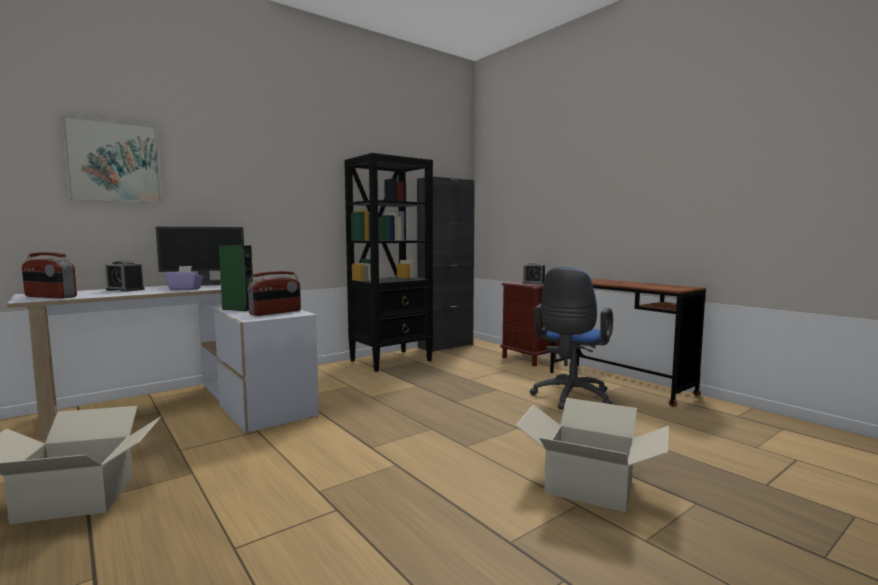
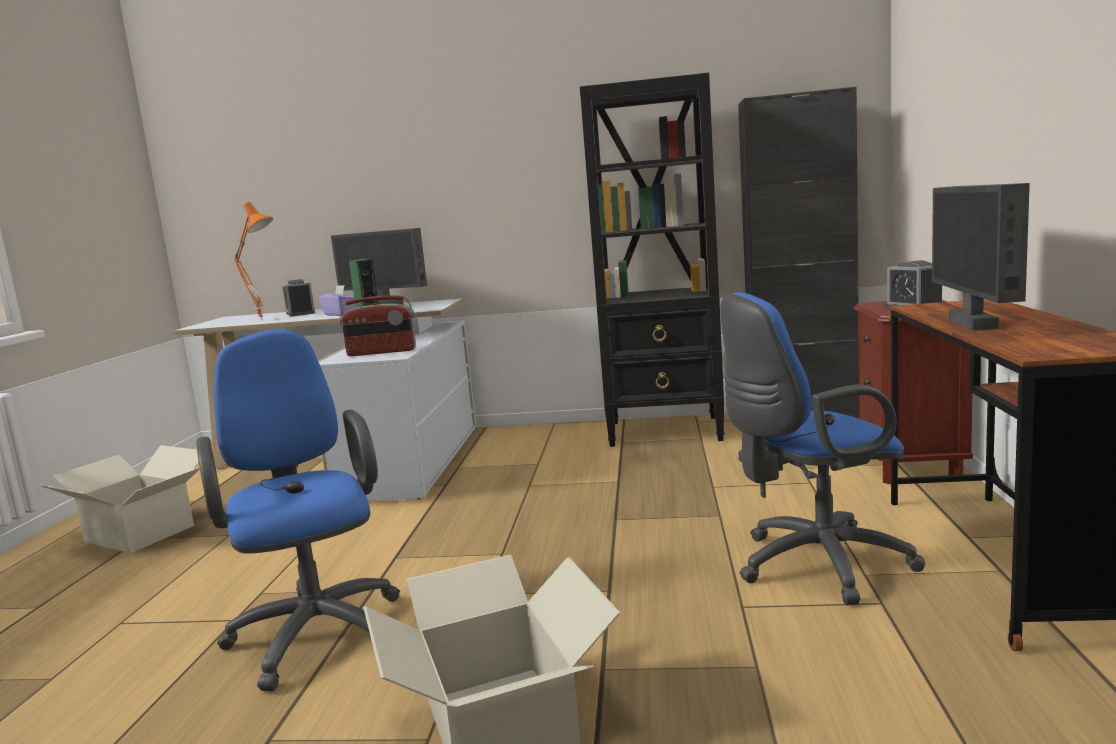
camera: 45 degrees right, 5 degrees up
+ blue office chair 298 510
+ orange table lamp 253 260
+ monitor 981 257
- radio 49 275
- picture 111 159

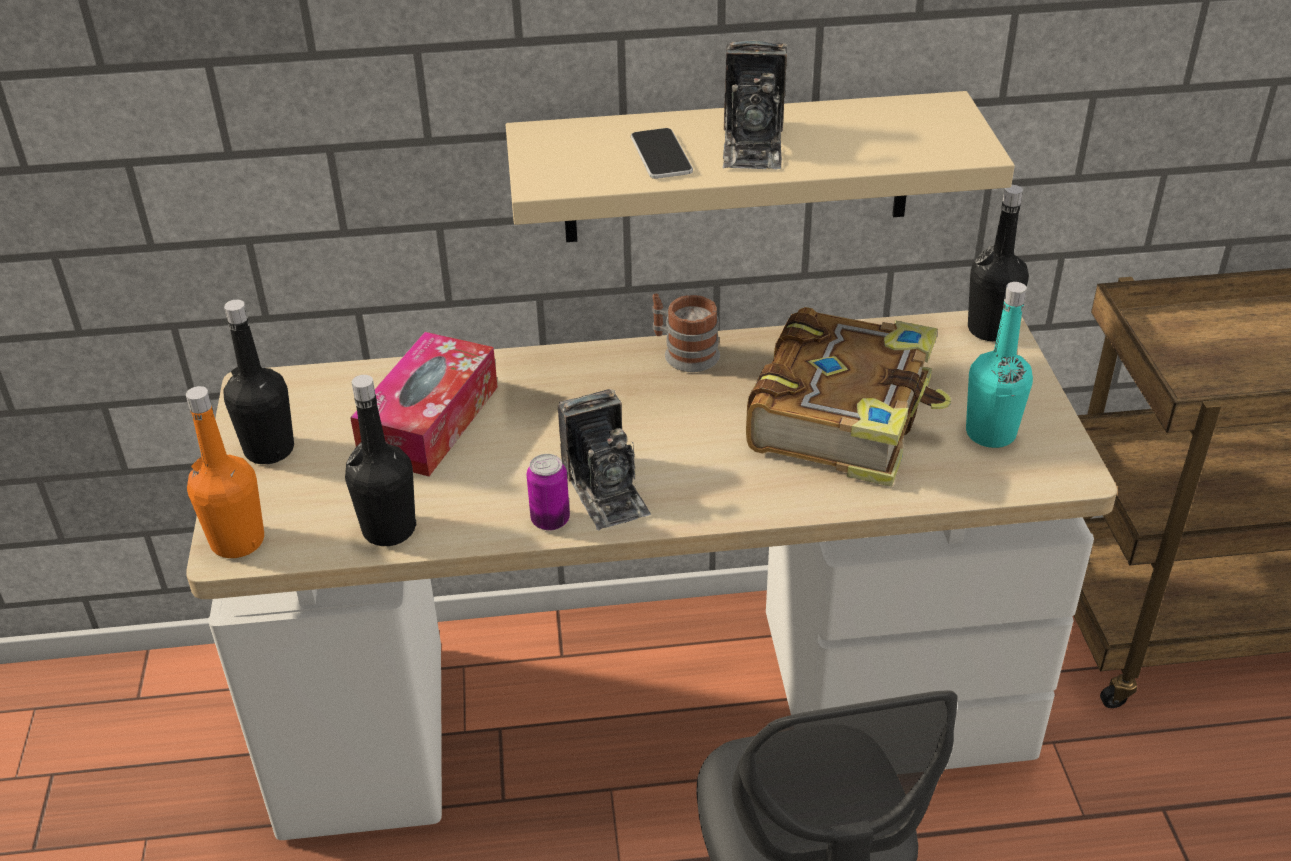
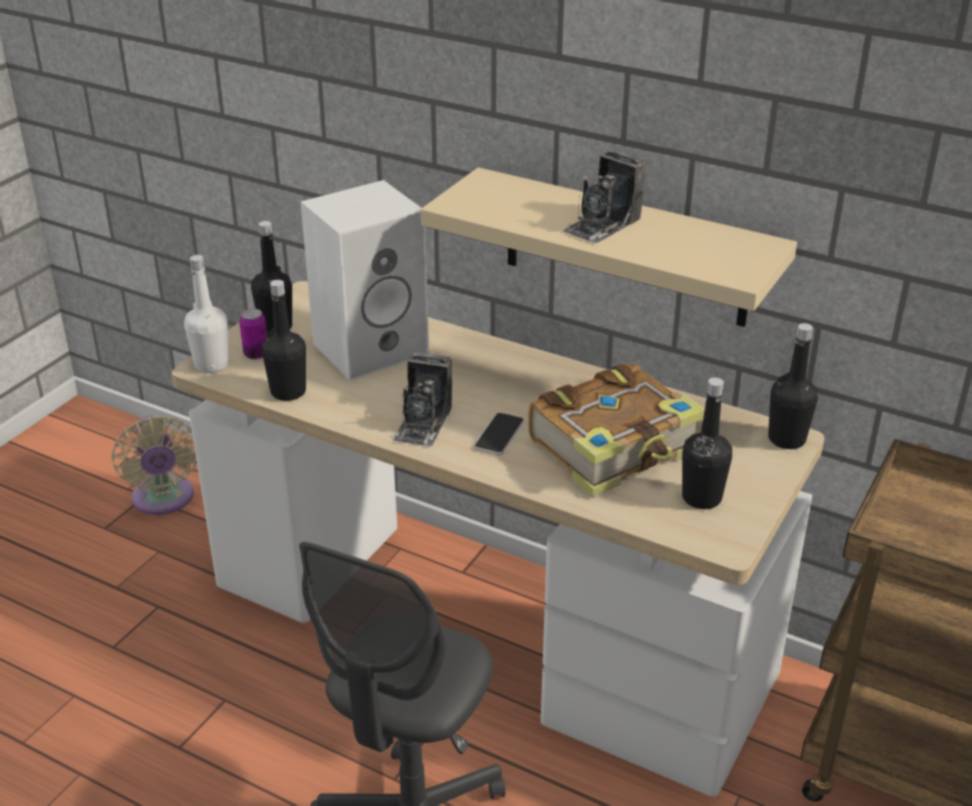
camera: 35 degrees right, 5 degrees down
+ beige fan 154 465
~ orange bottle 225 472 to white bottle 206 314
~ can 548 492 to 253 334
~ tissue box 424 404 to white speaker 365 280
~ phone 662 153 to 499 434
~ turquoise bottle 999 365 to black bottle 707 443
- mug 686 333

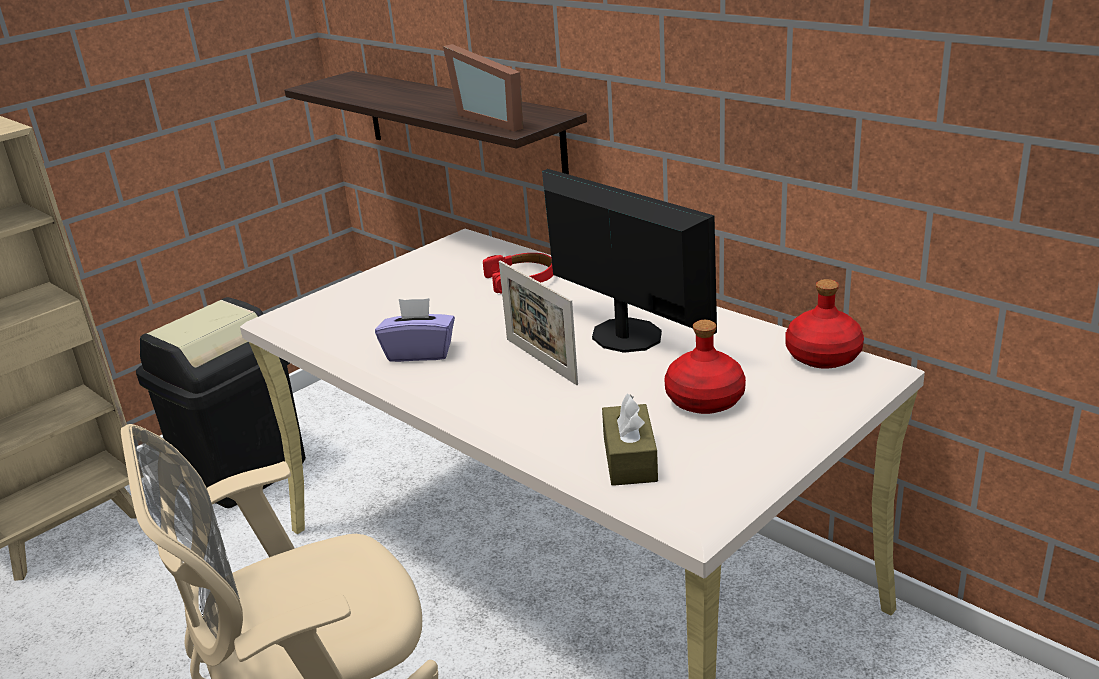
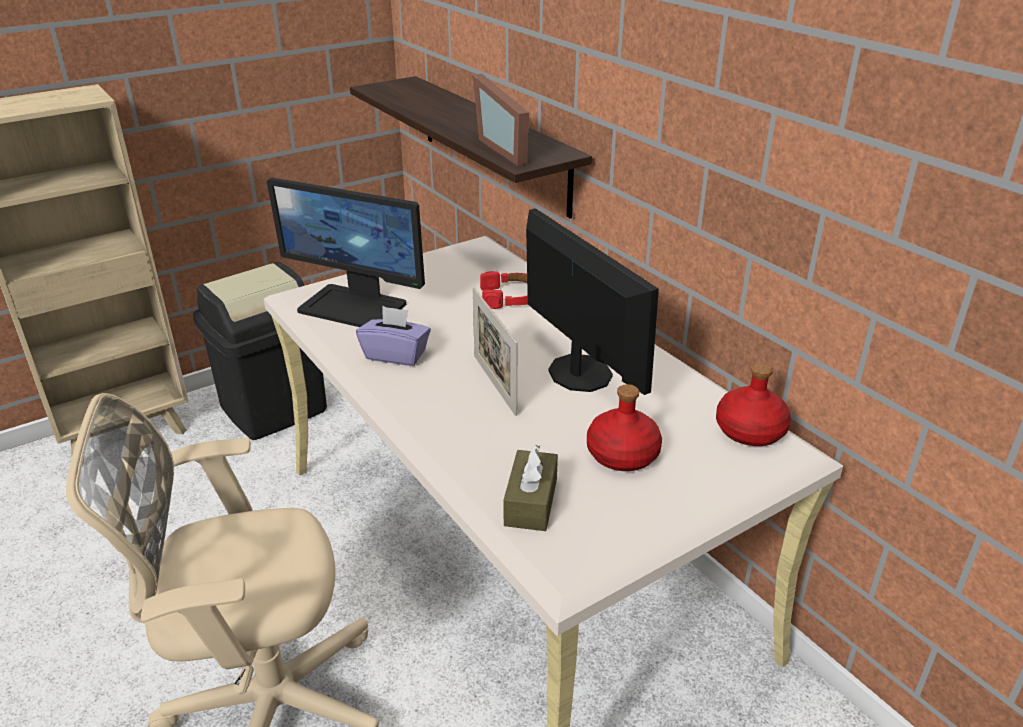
camera: 10 degrees right, 5 degrees up
+ monitor 346 252

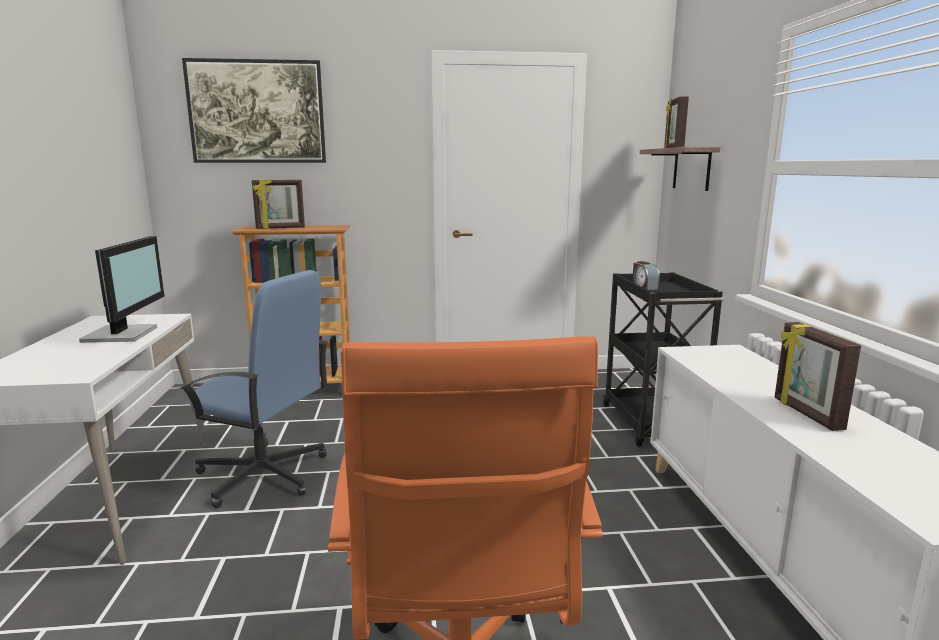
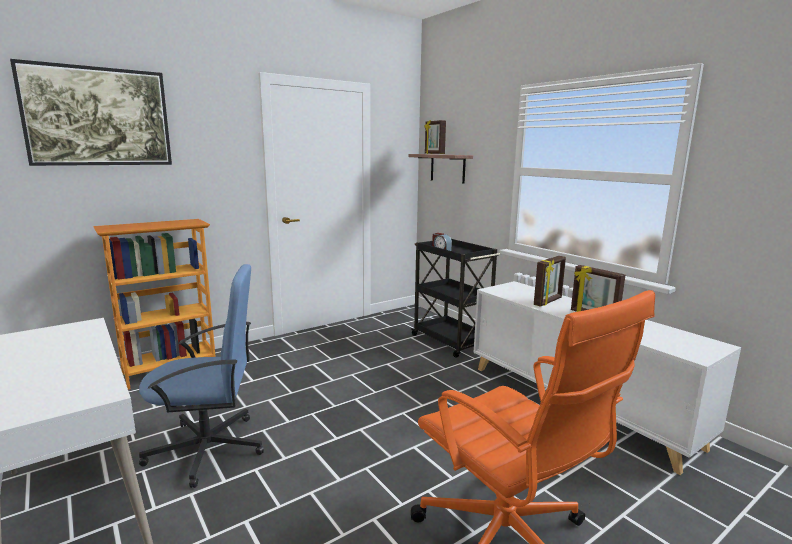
camera: 30 degrees left, 0 degrees up
~ picture frame 278 203 to 550 281
- monitor 122 289

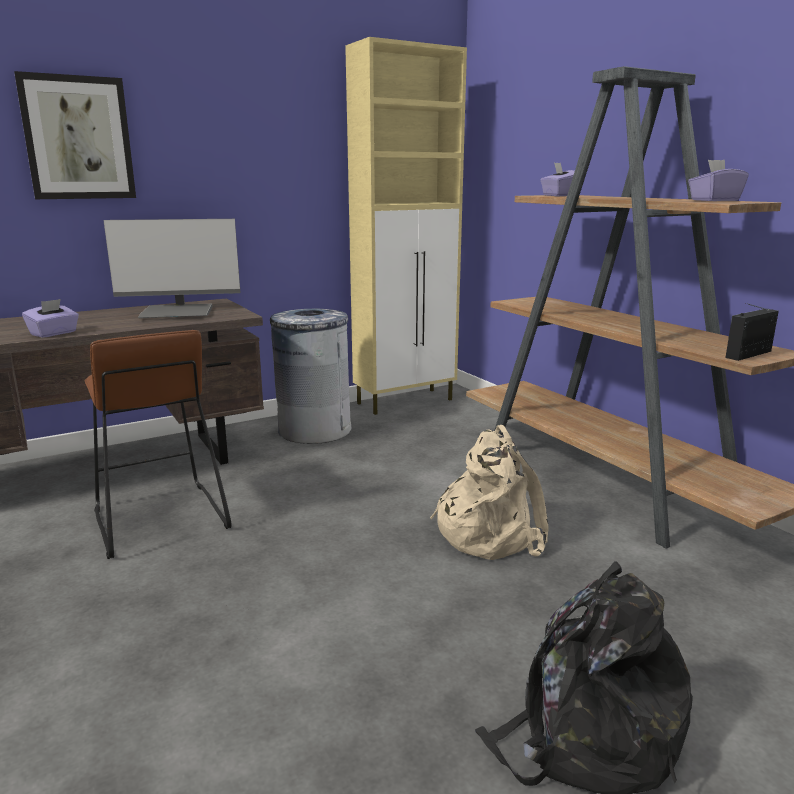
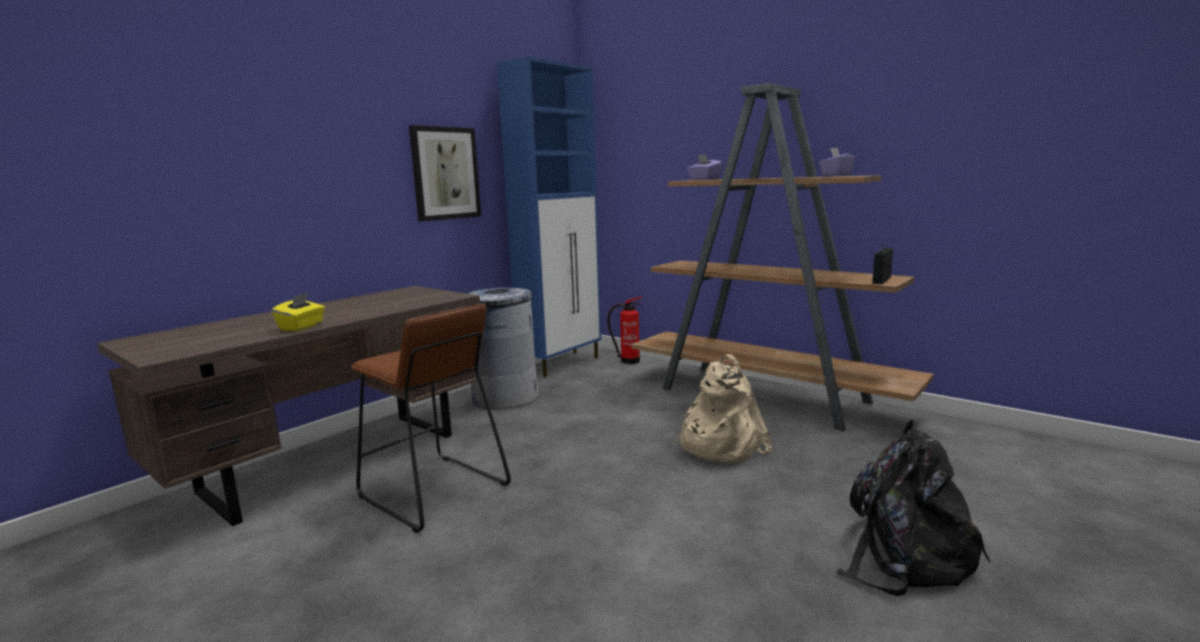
camera: 20 degrees left, 5 degrees down
~ purple tissue box 50 318 to yellow tissue box 298 312
~ picture 75 135 to 445 173
~ beige cabinet 406 226 to blue cabinet 549 217
+ fire extinguisher 624 330
- monitor 172 268

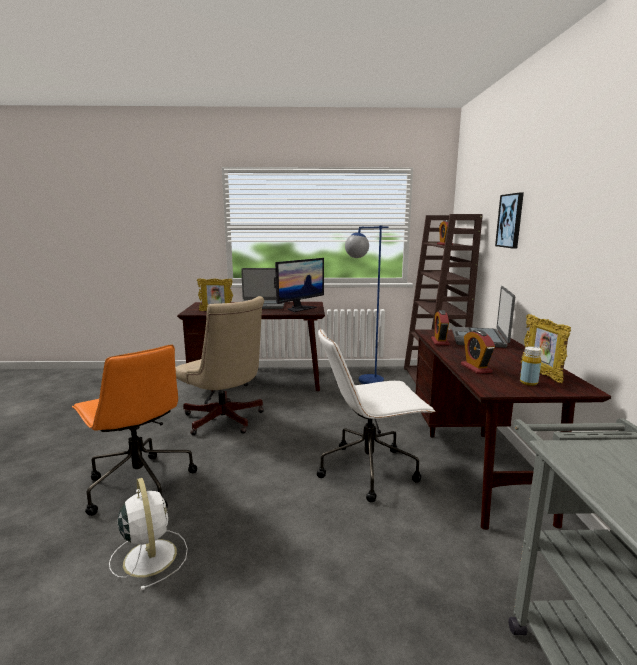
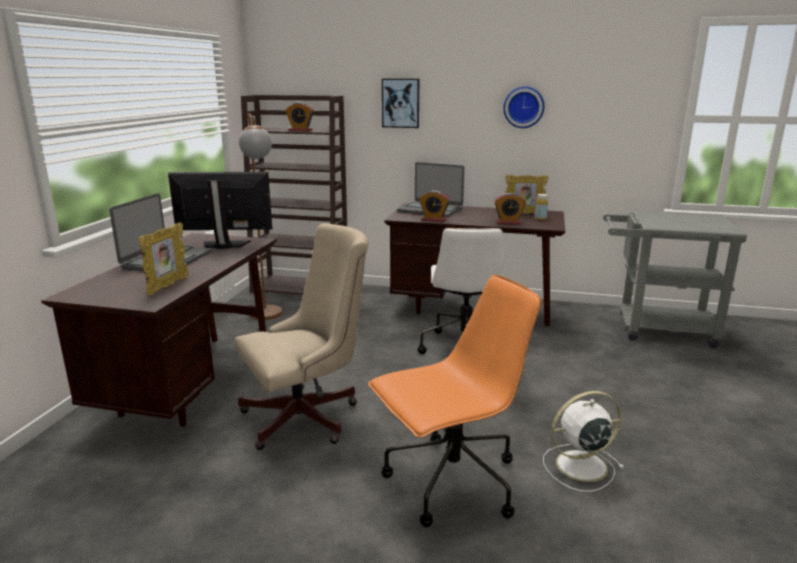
camera: 75 degrees left, 5 degrees up
~ monitor 299 285 = 220 210 60 degrees counterclockwise
~ blue floor lamp 367 304 to brown floor lamp 260 216
+ wall clock 523 107

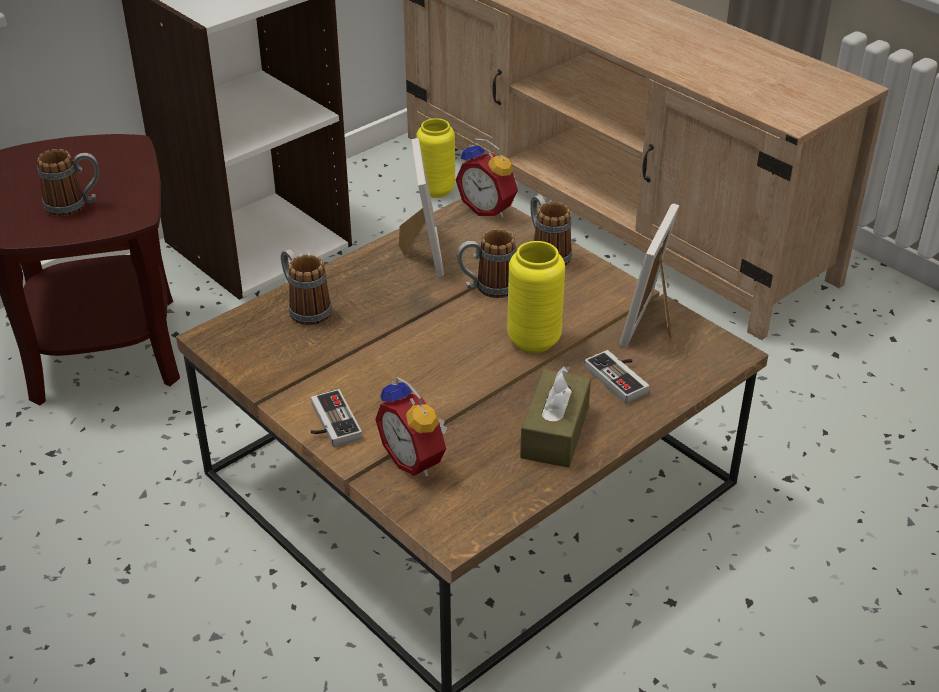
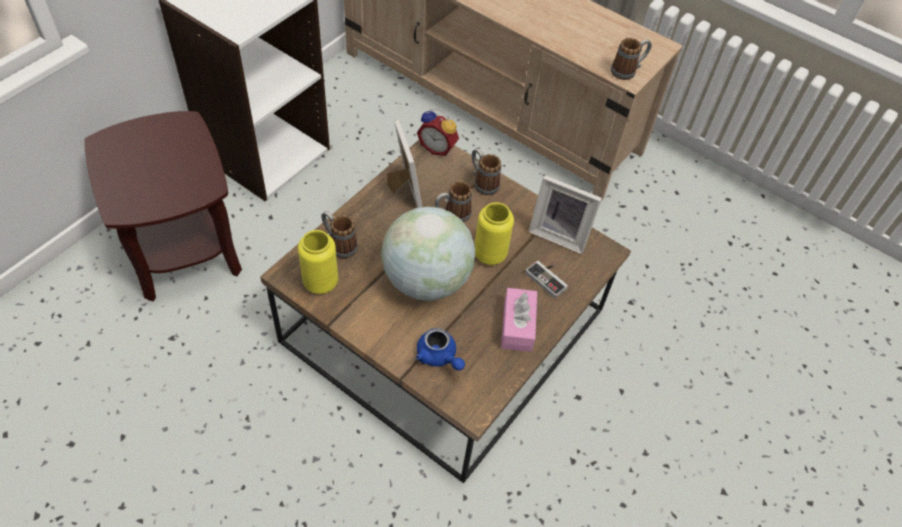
camera: 15 degrees left, 15 degrees up
~ yellow vase 435 158 to 318 262
+ globe 428 254
~ alarm clock 411 427 to blue teapot 440 349
~ brown tissue box 555 417 to pink tissue box 519 320
~ picture frame 649 275 = 565 214 75 degrees counterclockwise
~ mug 68 183 to 631 59
- game controller 336 418

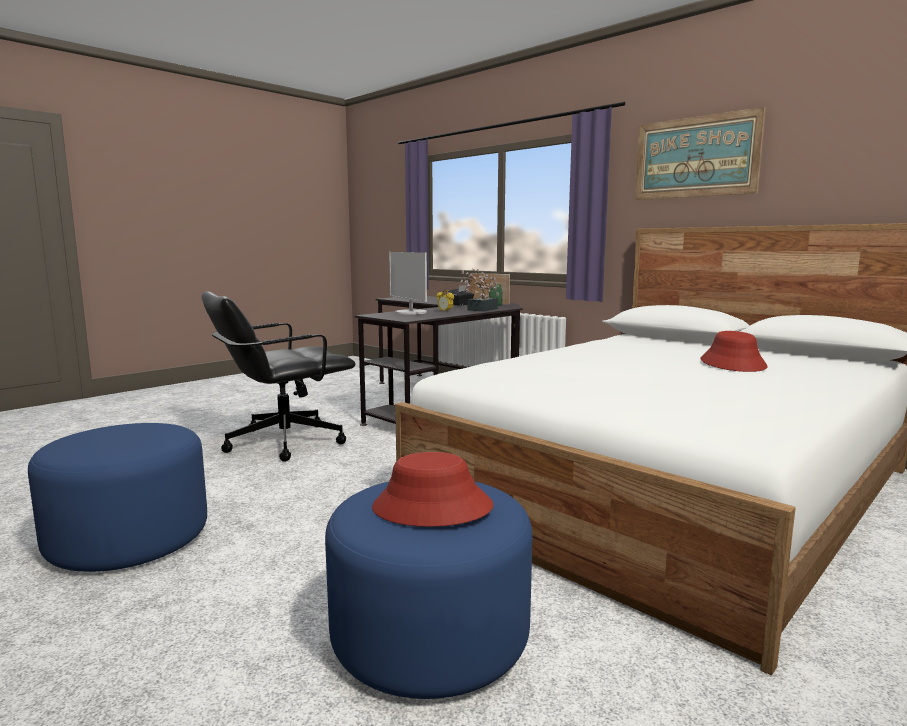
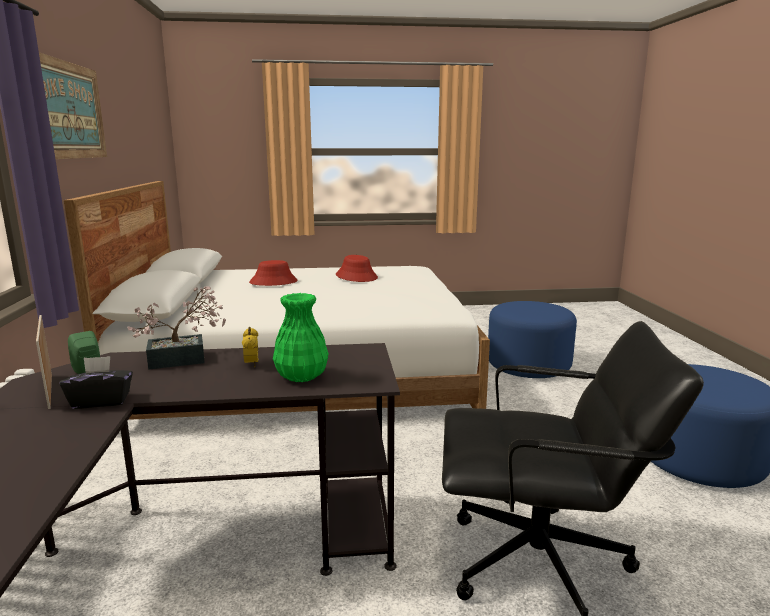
camera: 140 degrees left, 5 degrees up
~ monitor 408 283 to green vase 301 337
~ red hat 432 489 to 357 268

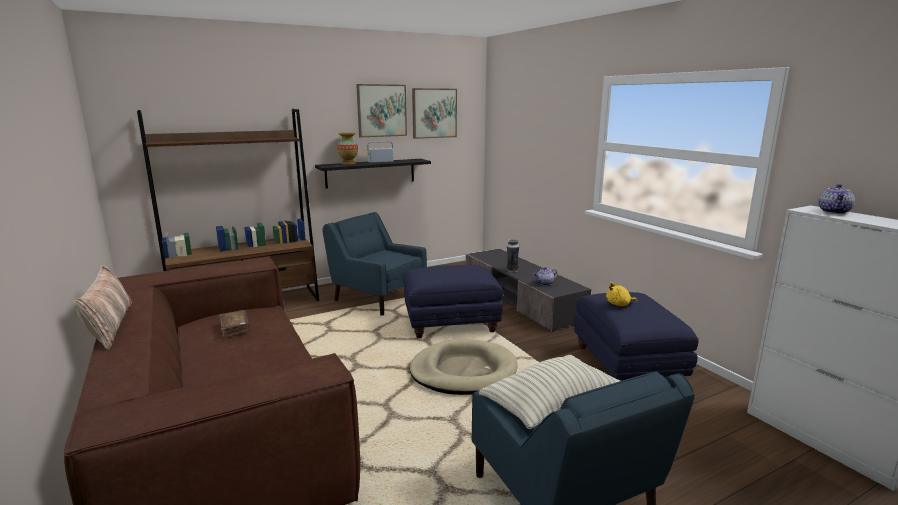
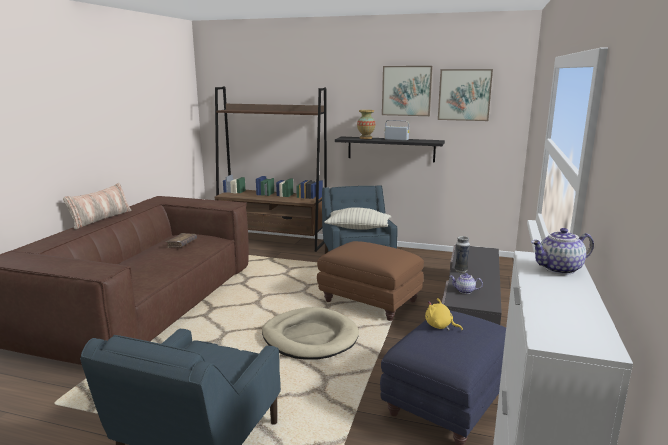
camera: 45 degrees right, 0 degrees up
~ blue ottoman 453 301 to brown ottoman 370 281
~ pillow 550 392 to 357 218

